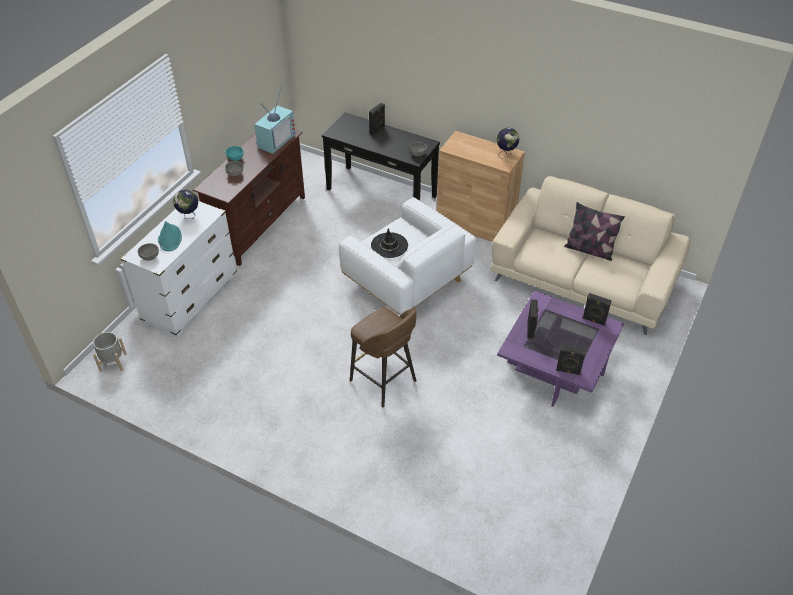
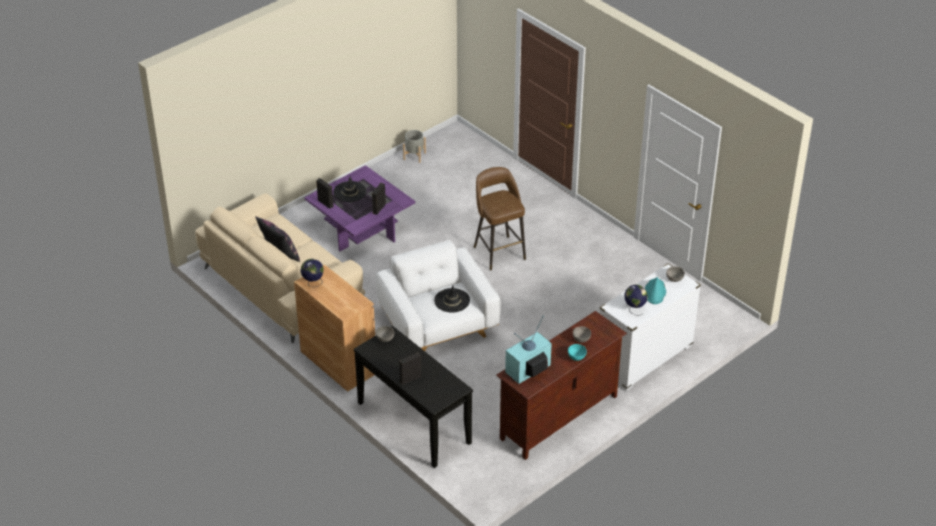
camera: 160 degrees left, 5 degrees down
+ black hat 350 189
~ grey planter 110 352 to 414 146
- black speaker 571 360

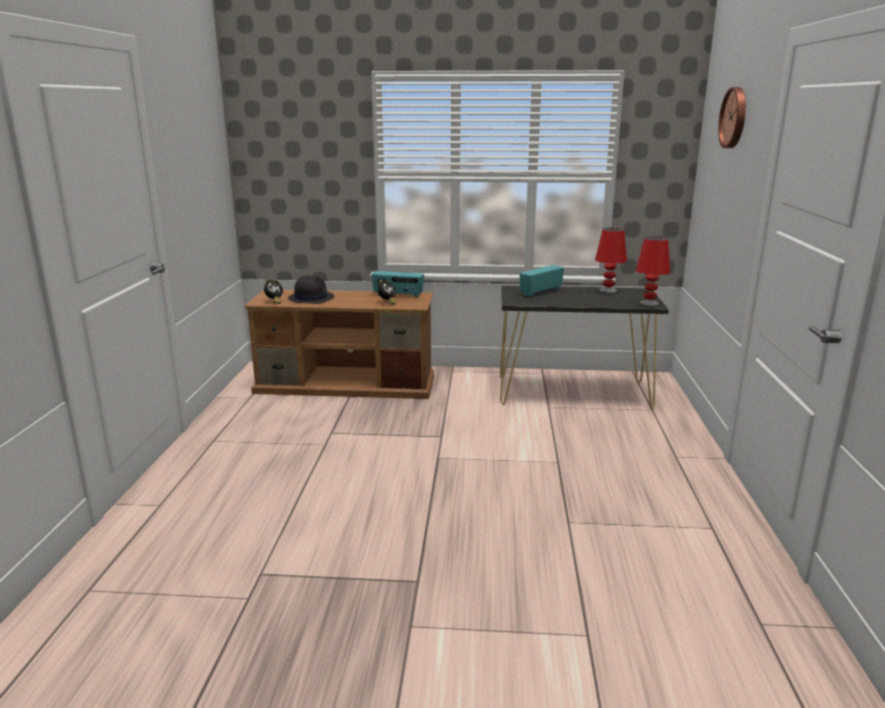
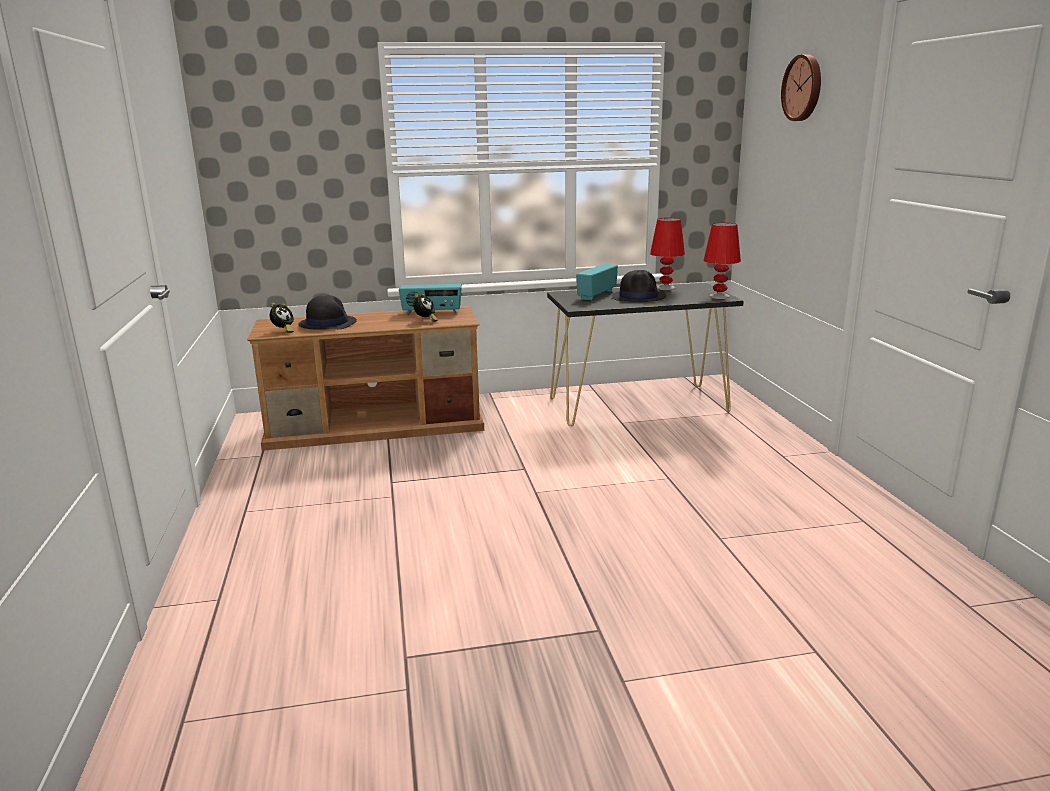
camera: 15 degrees left, 0 degrees up
+ black hat 639 286

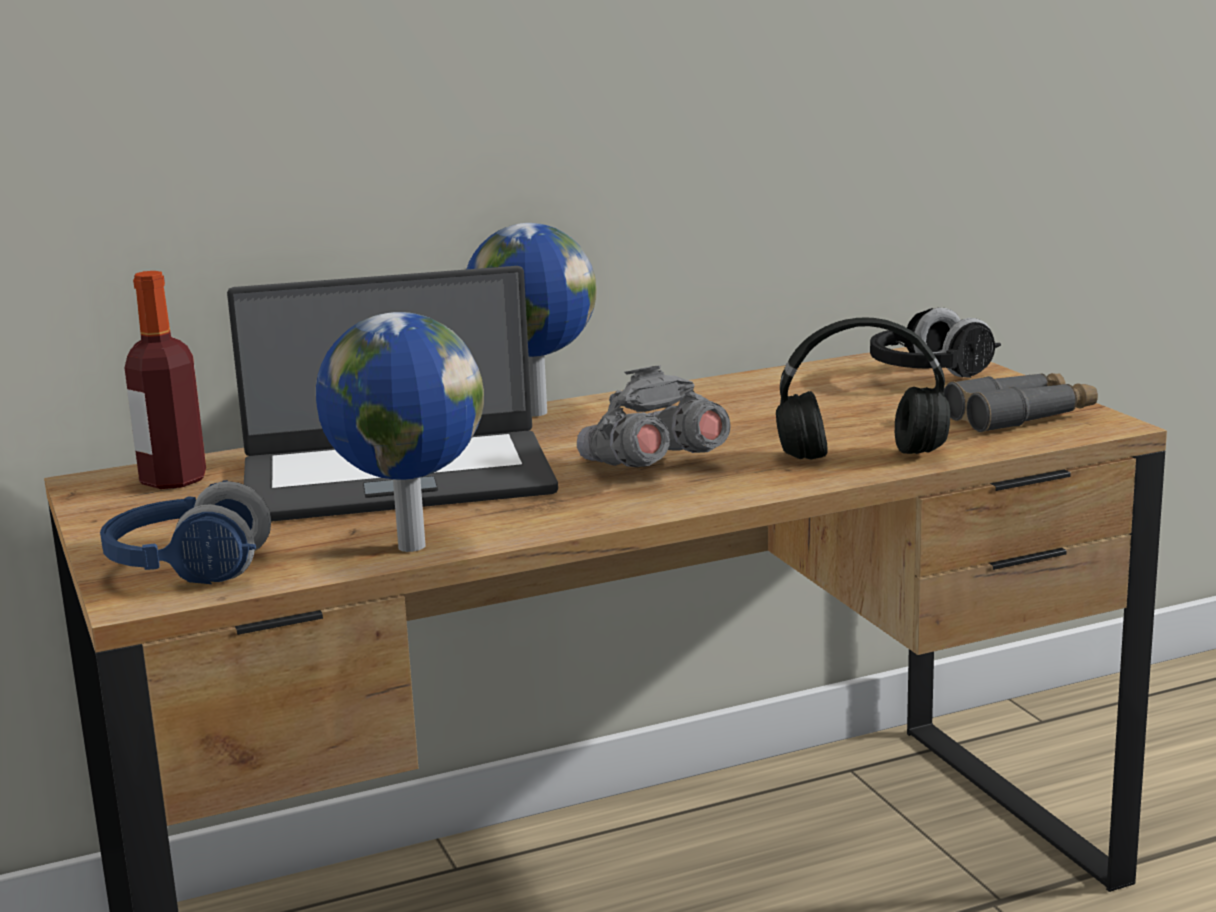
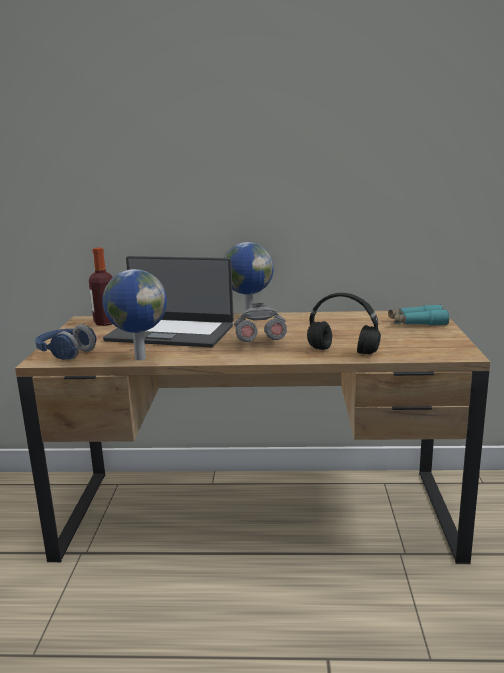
camera: 25 degrees right, 0 degrees up
~ black headphones 935 343 to turquoise binoculars 419 315
- grey binoculars 1021 403

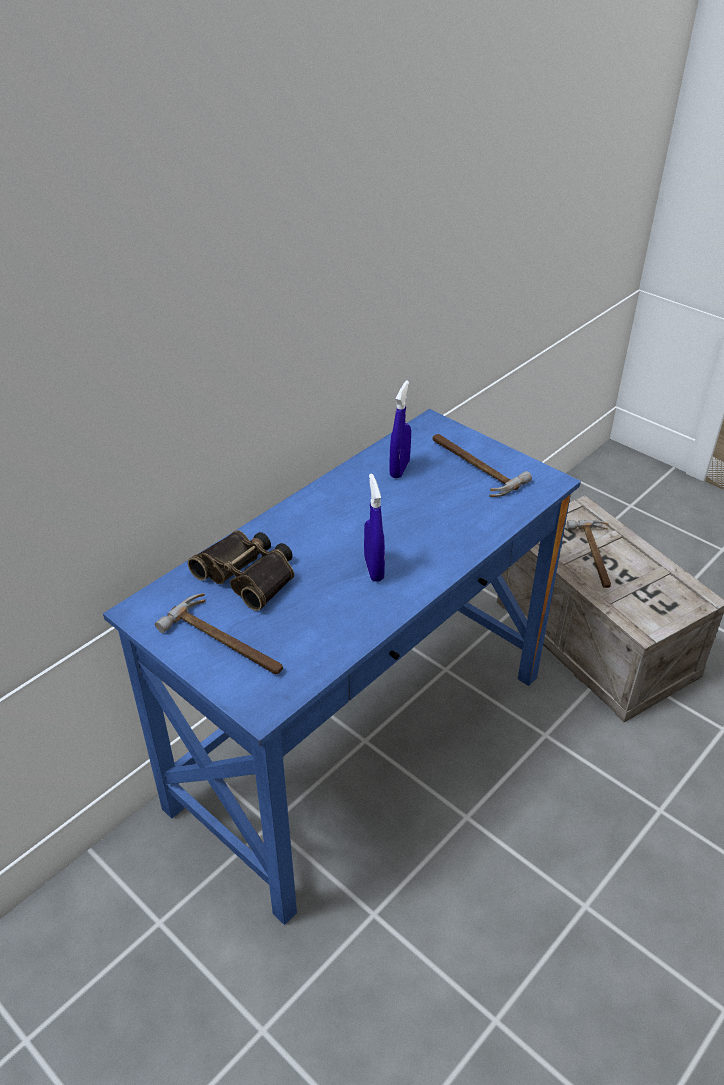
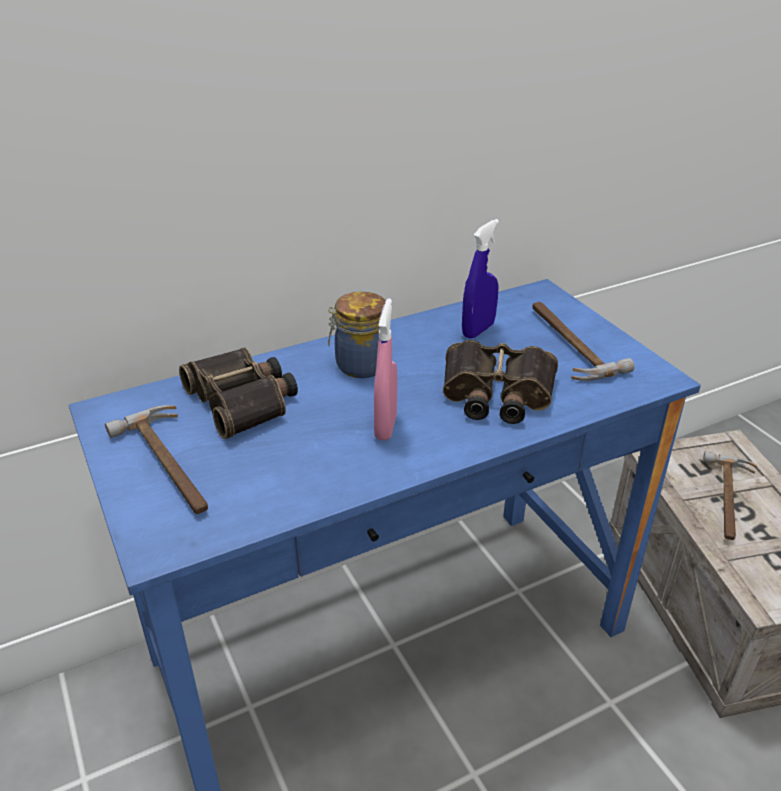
camera: 20 degrees right, 5 degrees down
+ jar 357 335
~ blue spray bottle 374 528 to pink spray bottle 385 369
+ binoculars 500 382

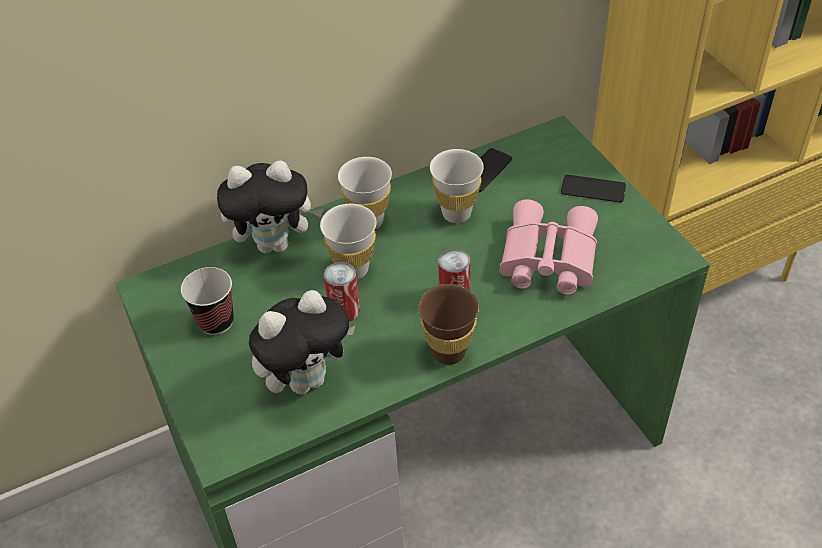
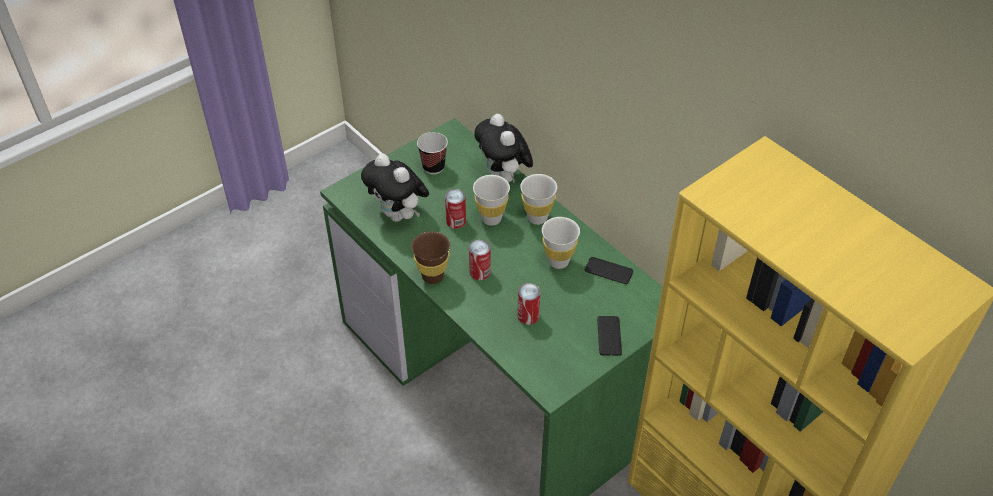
camera: 75 degrees right, 0 degrees up
~ pink binoculars 548 247 to can 529 304

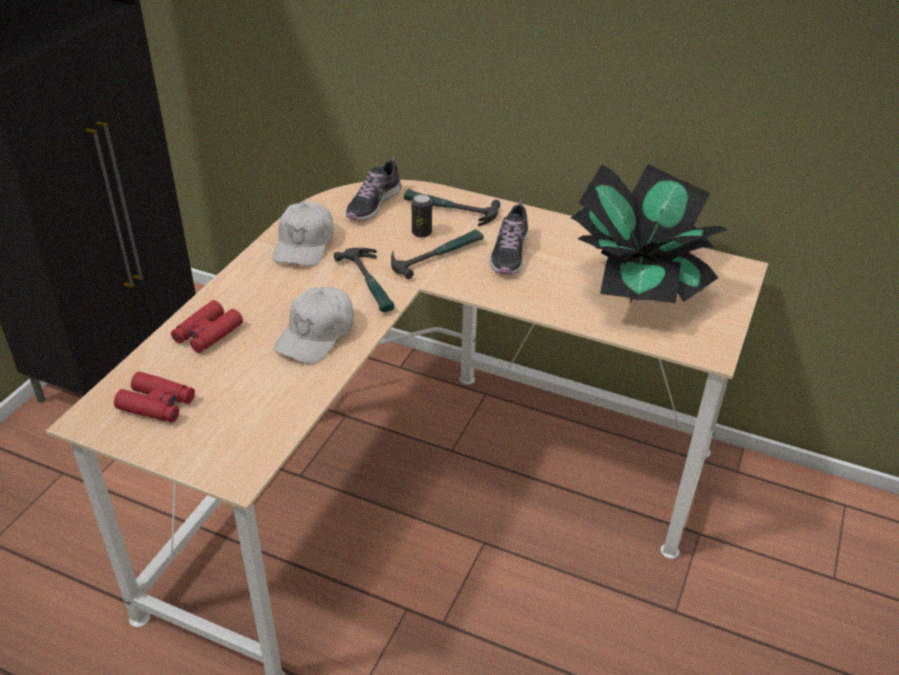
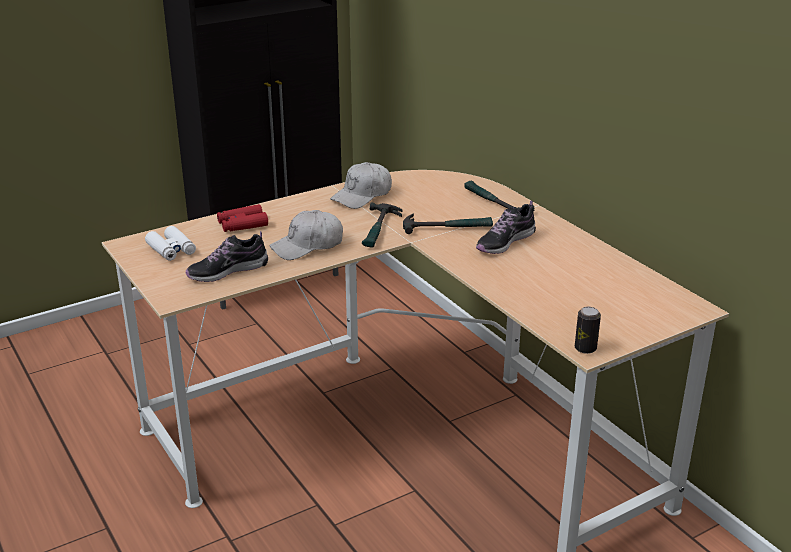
camera: 35 degrees right, 10 degrees down
~ red binoculars 154 397 to white binoculars 170 243
~ shoe 373 188 to 227 256
~ can 422 216 to 588 330
- potted plant 649 234

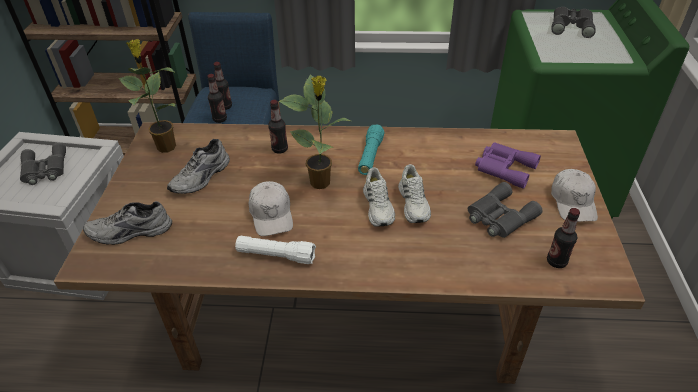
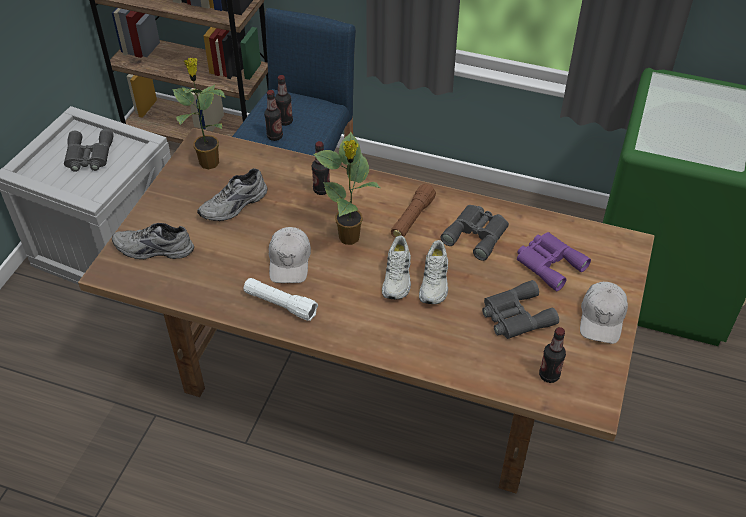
camera: 15 degrees right, 5 degrees up
~ turquoise flashlight 371 150 to brown flashlight 413 211
~ grey binoculars 573 22 to 474 233

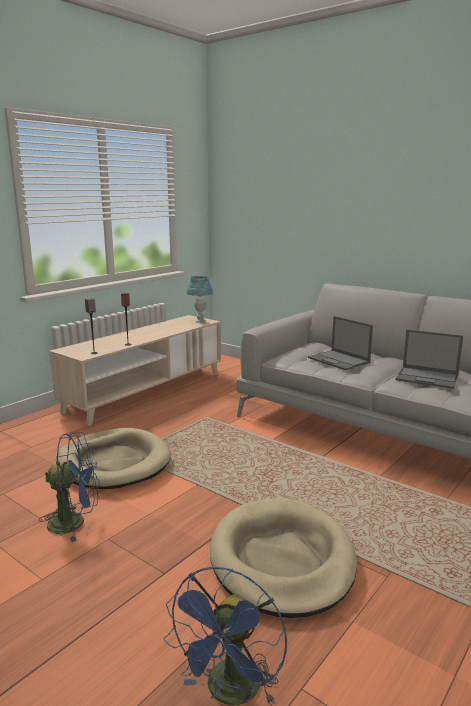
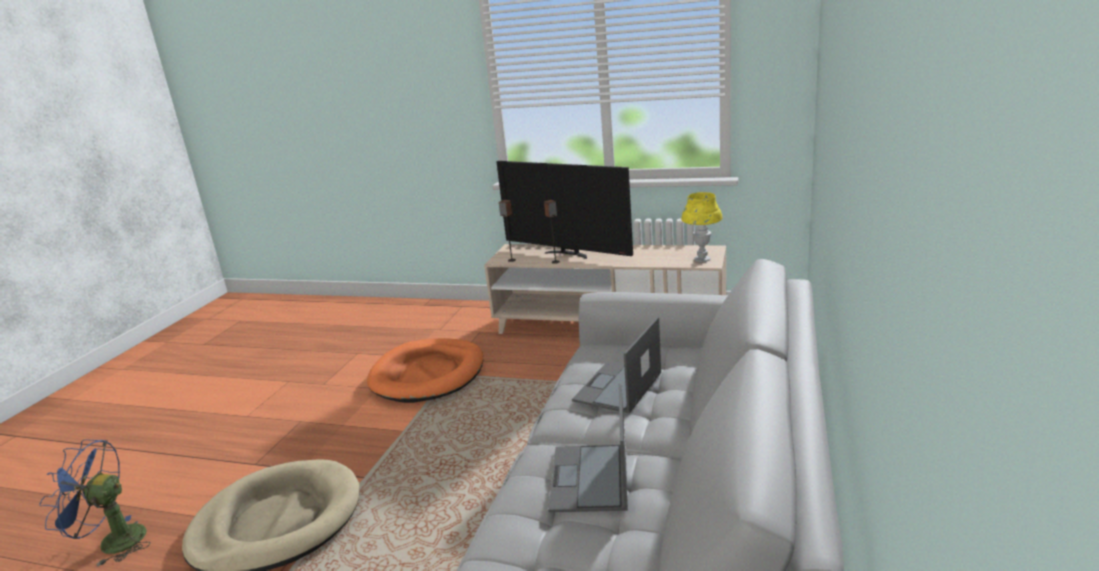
camera: 70 degrees right, 5 degrees up
~ beige dog bed 113 458 to orange dog bed 425 370
+ television 564 210
~ blue table lamp 199 299 to yellow table lamp 701 227
- blue fan 68 487

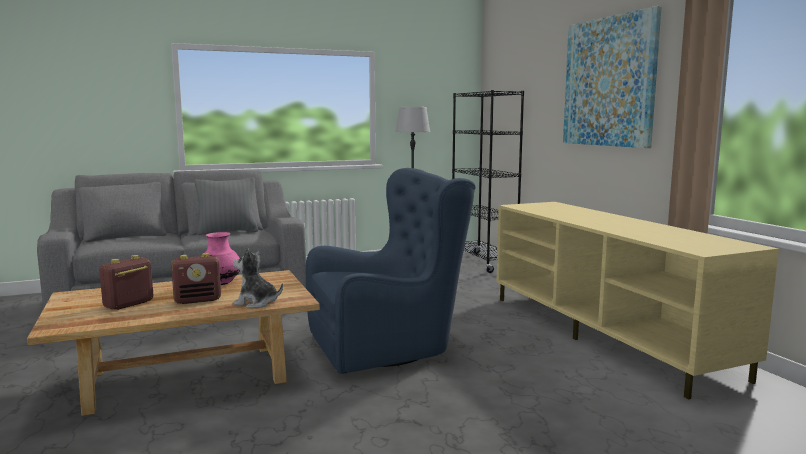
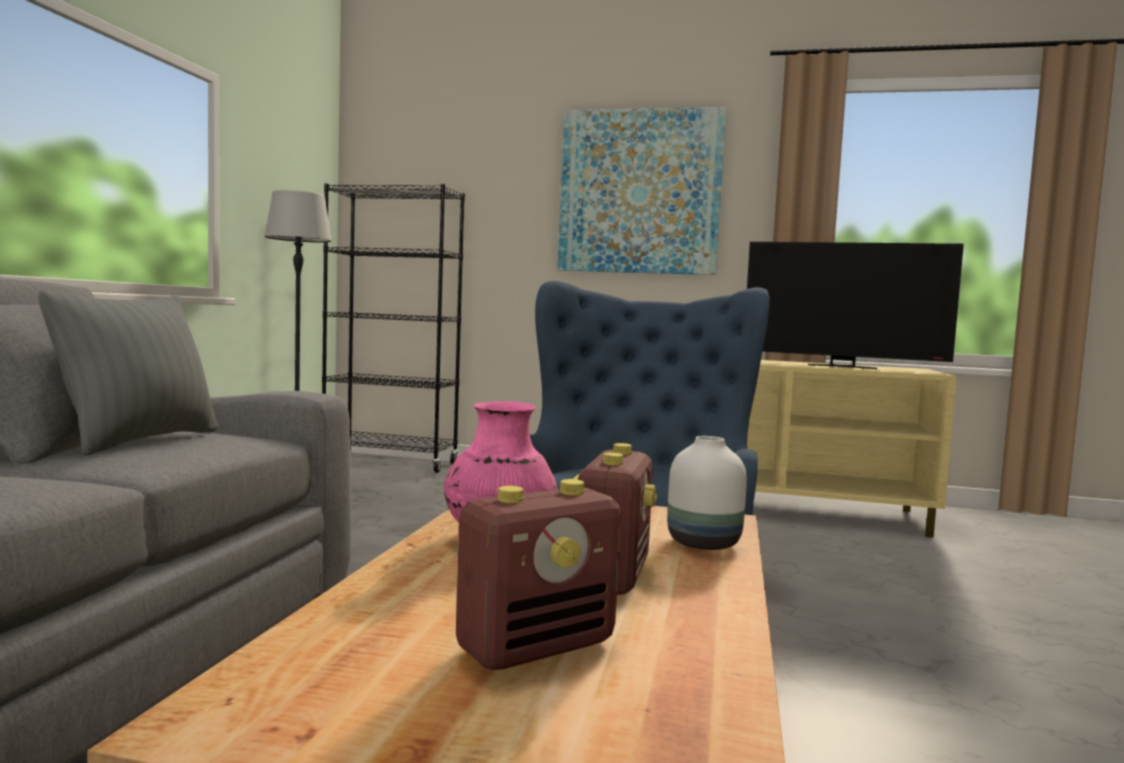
camera: 55 degrees left, 5 degrees down
~ radio 126 282 = 538 574 105 degrees counterclockwise
~ plush toy 258 278 to white vase 707 493
+ television 855 305

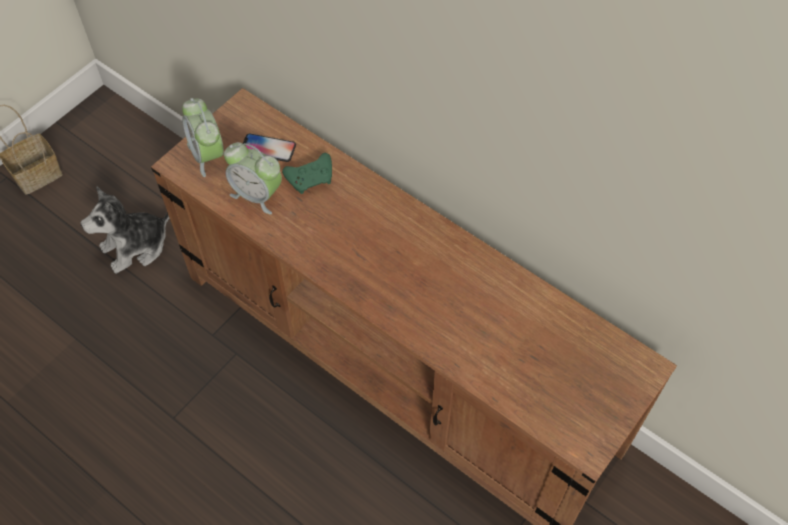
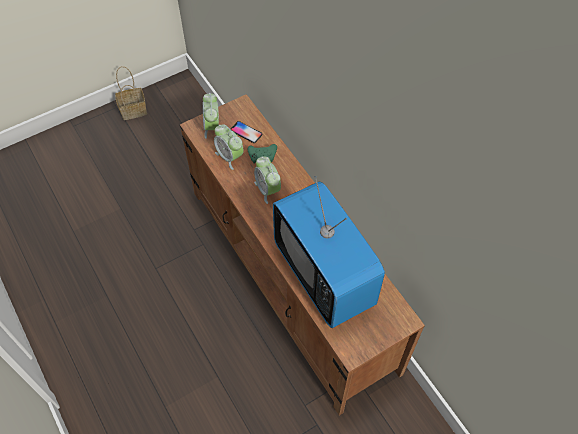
camera: 20 degrees right, 0 degrees up
+ alarm clock 267 180
+ television 329 252
- plush toy 125 230

